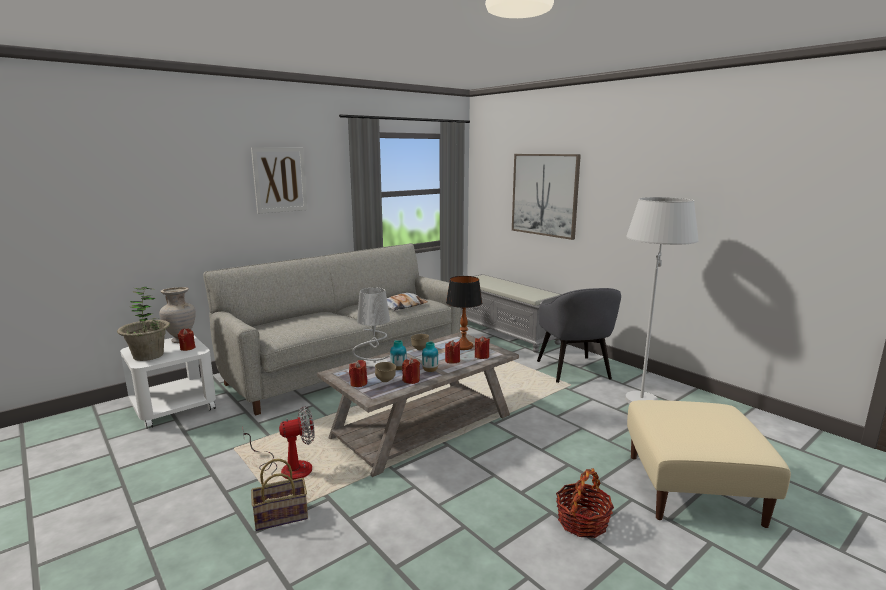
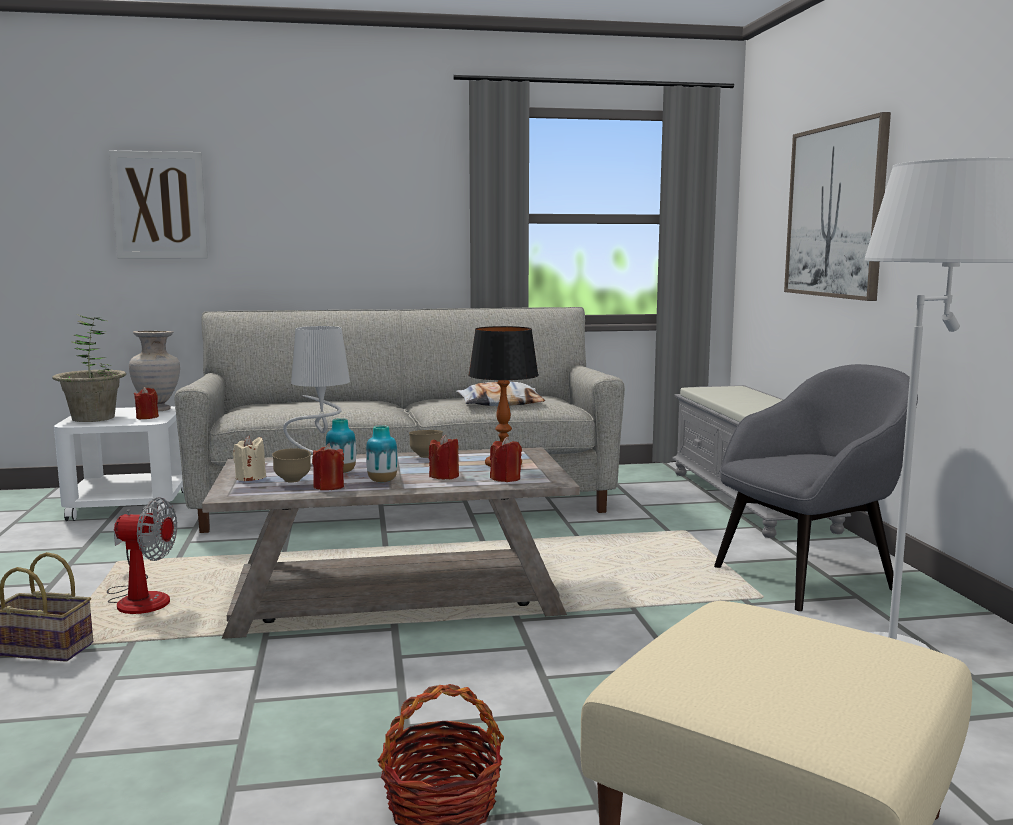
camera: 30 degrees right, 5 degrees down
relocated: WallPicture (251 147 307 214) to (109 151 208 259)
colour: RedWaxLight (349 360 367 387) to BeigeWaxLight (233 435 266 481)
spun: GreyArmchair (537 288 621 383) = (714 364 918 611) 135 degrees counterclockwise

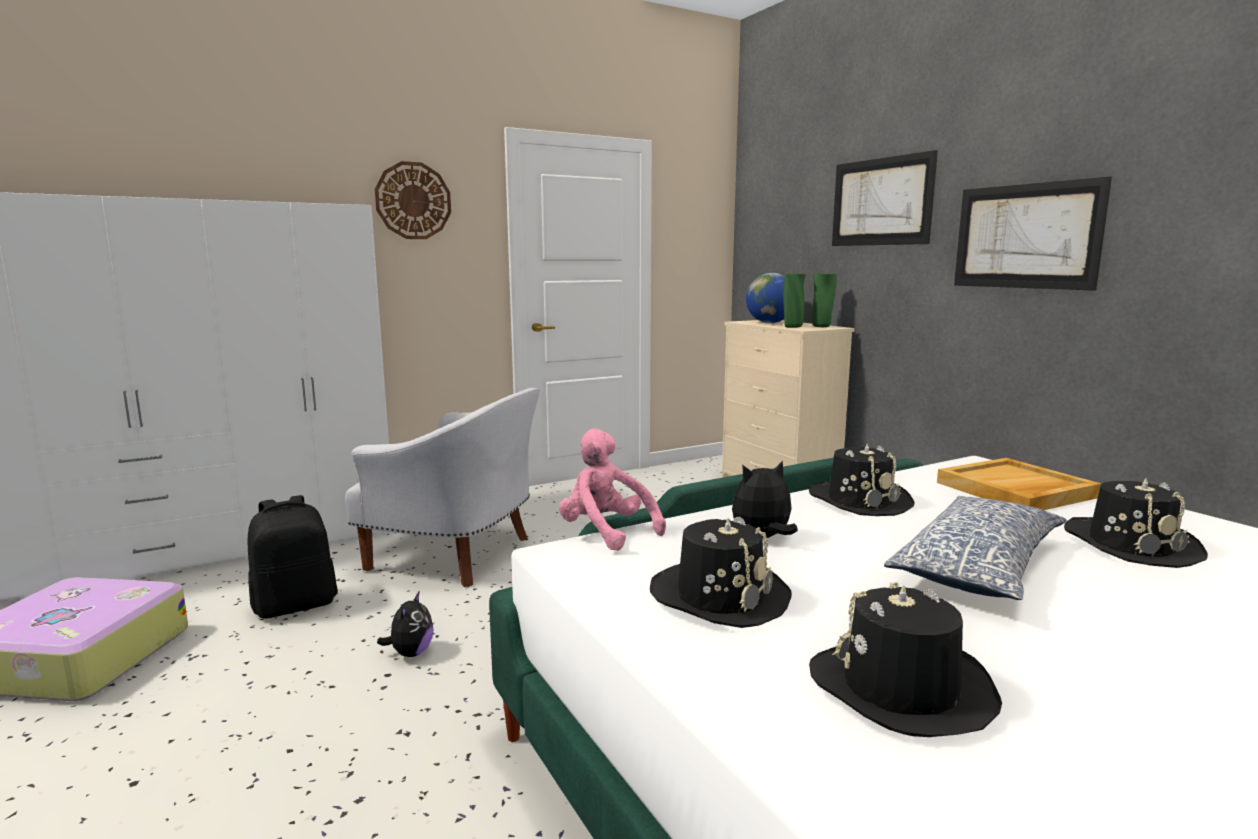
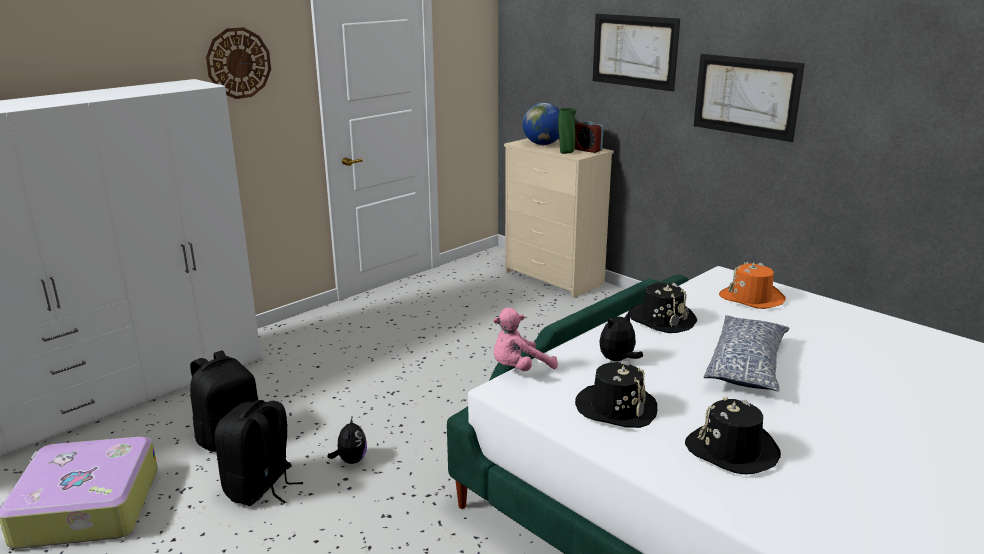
camera: 15 degrees left, 10 degrees up
missing: WhiteArmchair (345 388 540 587); BlackClothingHat (1064 478 1208 568)
appeared: BlackBackpack (214 400 303 506)
exchanged: GreenColouredDecorativeVase (812 274 837 327) to BedsideClock (575 121 604 153); BeigeServingTray (937 458 1102 510) to OrangeClothingHat (719 262 786 309)
spun: PinkColouredSoftToy (559 428 666 551) = (494 308 558 371) 60 degrees counterclockwise

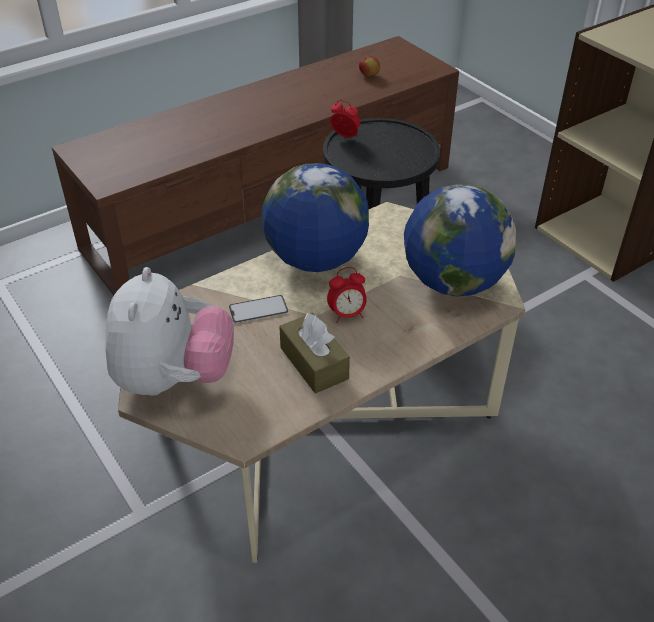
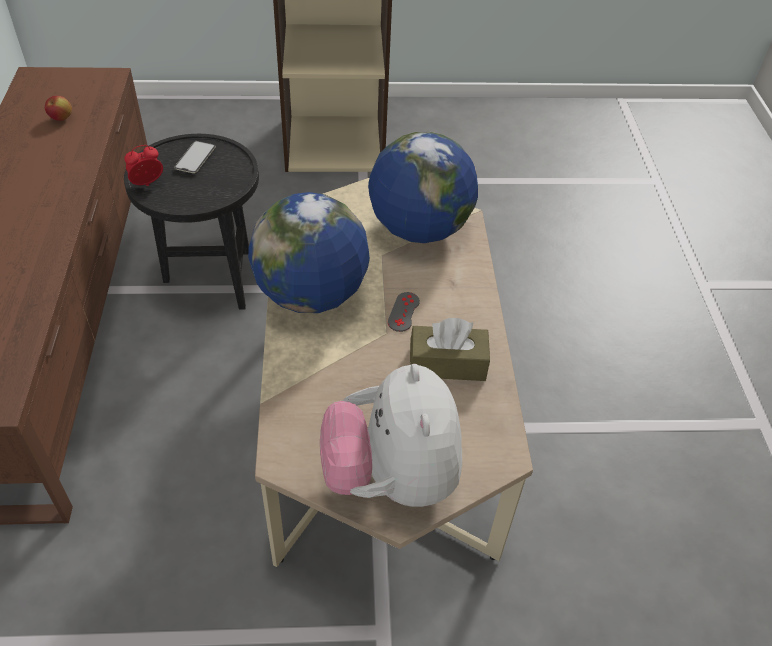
camera: 60 degrees left, 5 degrees up
relocated: Phone (229 295 288 323) to (174 141 216 173)
exchanged: BedsideClock (327 267 367 323) to GreyGamepad (388 292 420 332)
spun: SoftToy (105 267 234 396) = (320 364 462 507) 135 degrees counterclockwise

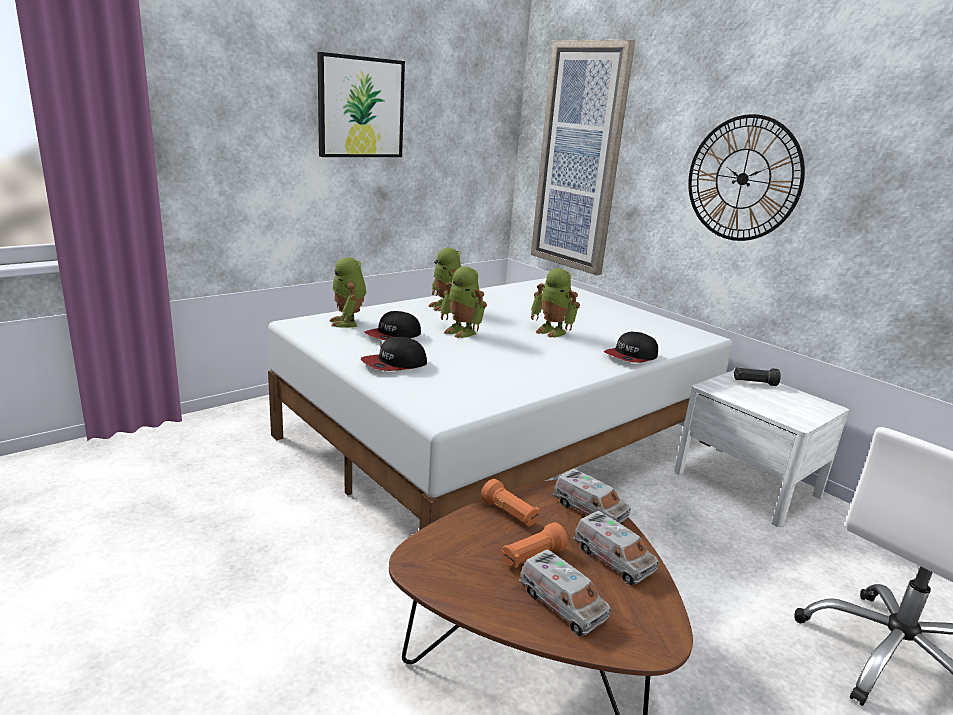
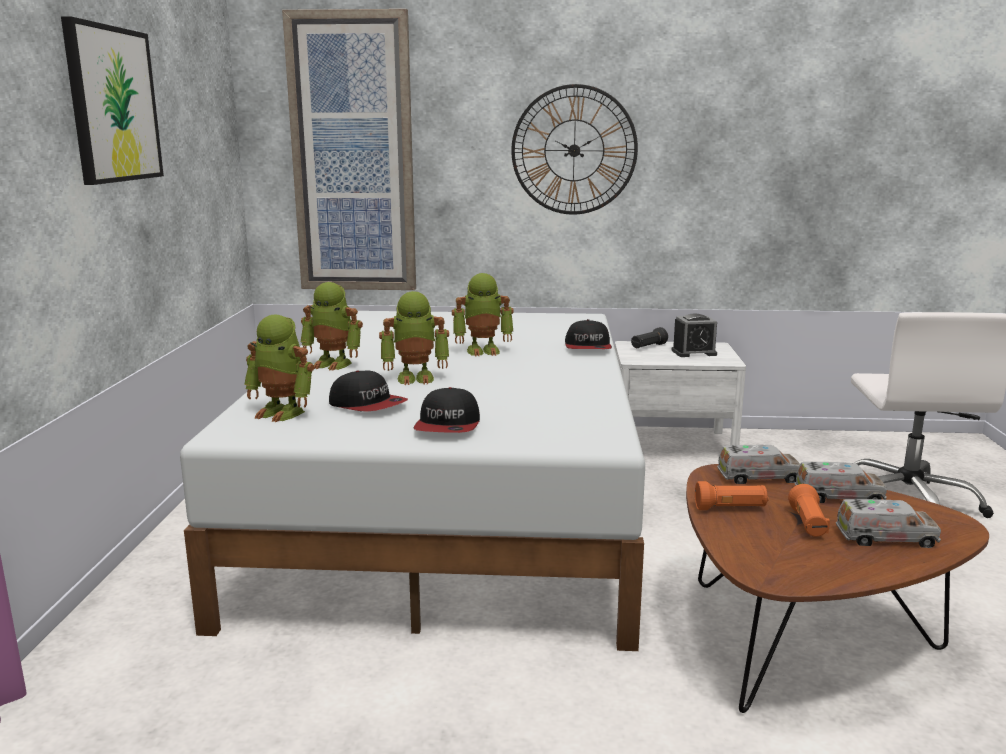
camera: 45 degrees left, 5 degrees down
appeared: BedsideClock (671 314 717 357)
spun: Cap (364 311 421 340) = (329 370 408 411) 45 degrees counterclockwise

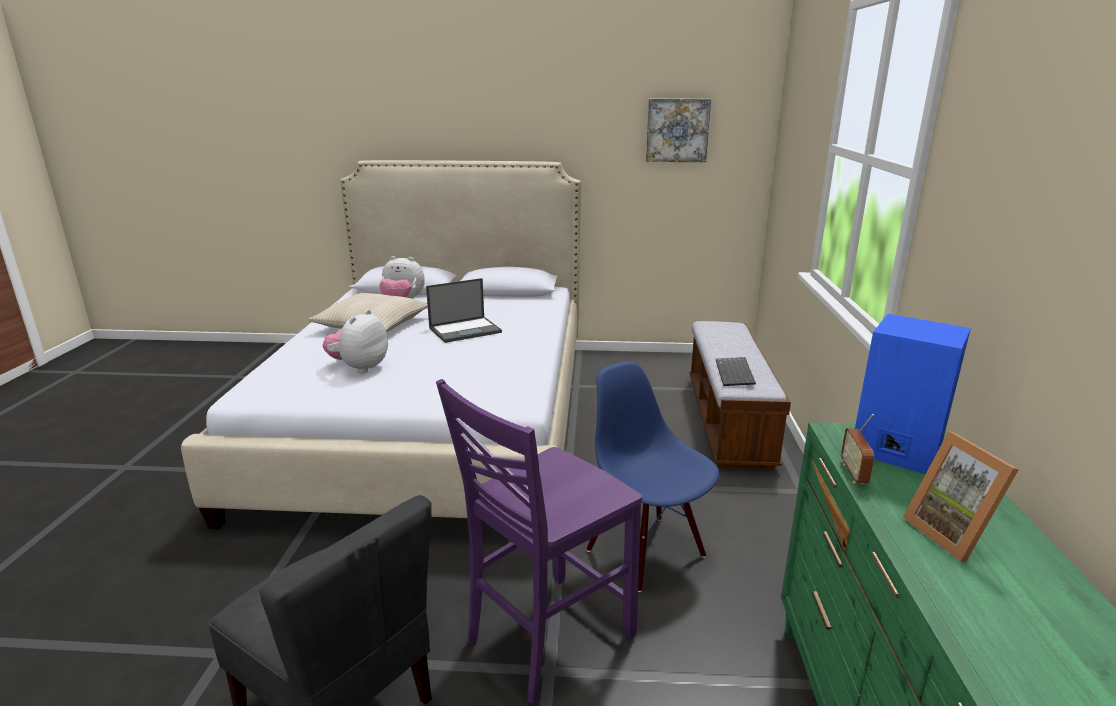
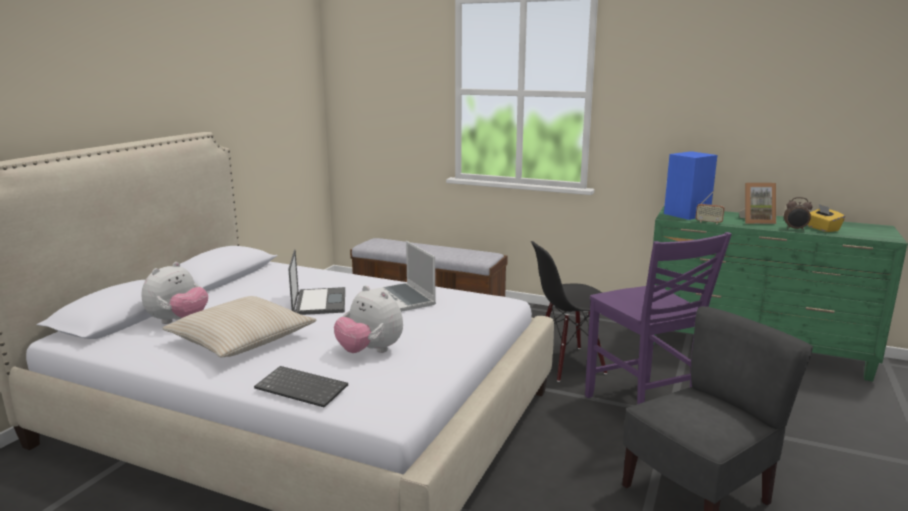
camera: 70 degrees left, 5 degrees down
missing: WallPicture (646 99 711 162)
appeared: BedsideClock (784 197 812 231); YellowTissueHolder (807 204 845 232); NotebookComputer (370 241 436 312)
relocated: Keyboard (716 357 756 386) to (254 366 348 408)
colour: BlueUprightChair (586 361 719 592) to BlackUprightChair (530 241 607 382)

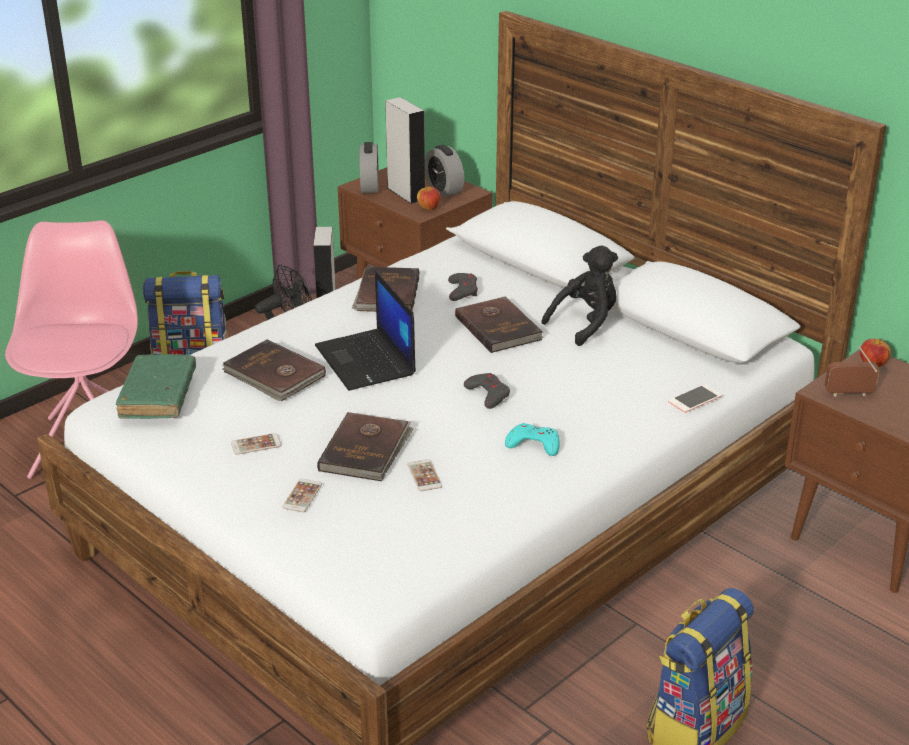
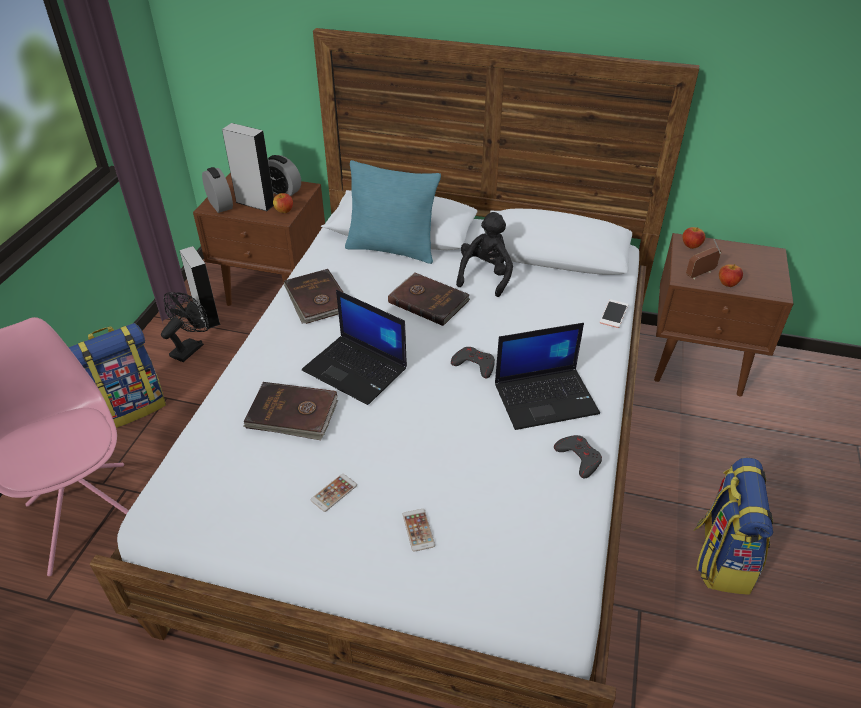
camera: 30 degrees left, 10 degrees up
missing: GreenColouredBook (116 354 196 419); BrownBook (317 412 414 481); Phone (408 459 442 491)
appeared: TurquoiseColouredCushion (345 160 441 264); Apple (719 264 743 287)
relocated: GreyGamepad (448 273 478 301) to (554 435 602 478)
exchanged: TurquoiseColouredGamepad (505 423 560 456) to NotebookComputer (495 323 600 430)

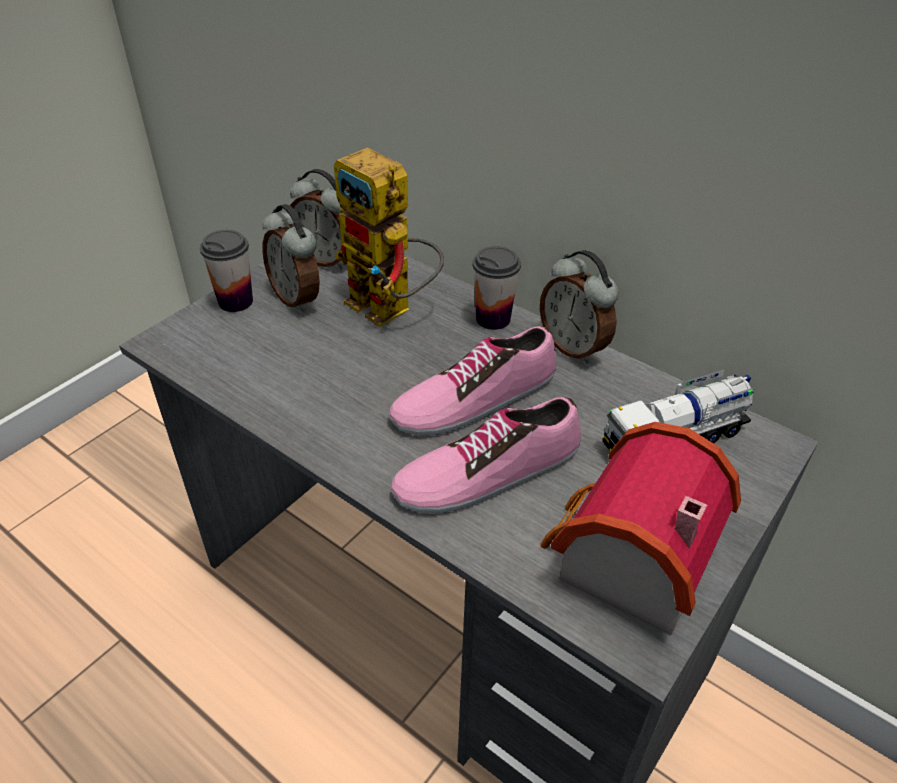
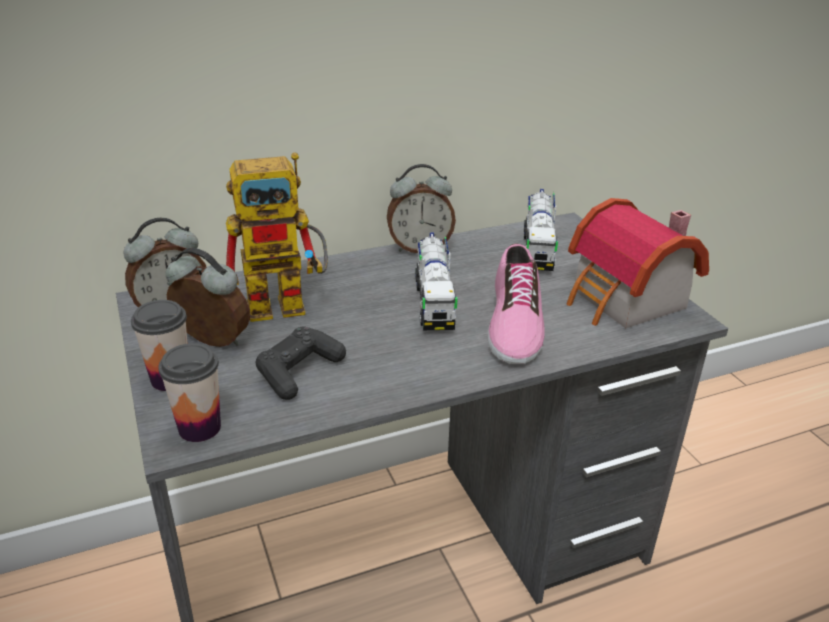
camera: 60 degrees left, 10 degrees down
appeared: BlackGamepad (255 327 346 400)
relocated: DrinkingCup (472 246 521 330) to (158 343 221 442)
exchanged: LowShoe (389 326 557 435) to ToyTruck (415 233 458 330)
spun: BedsideClock (262 204 320 312) = (165 248 250 347) 150 degrees counterclockwise

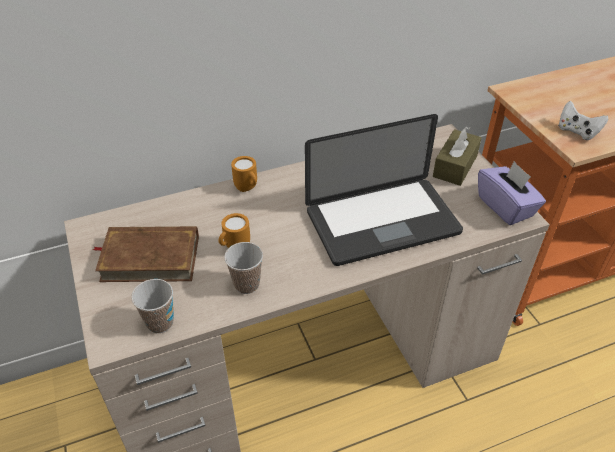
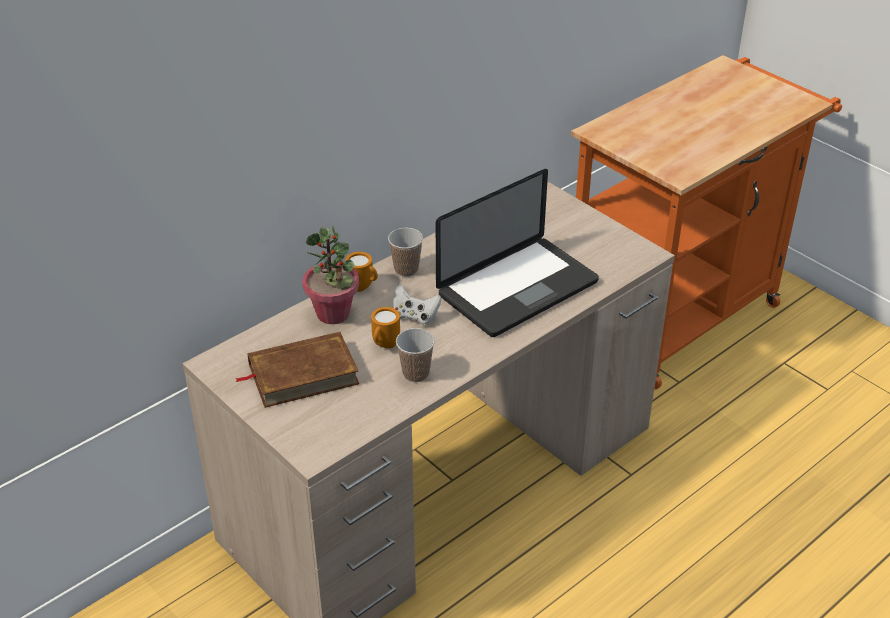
camera: 20 degrees left, 5 degrees down
missing: BrownTissueHolder (433 126 482 186); PurpleColouredTissueHolder (478 161 546 225)
appeared: PottedPlant (302 226 359 324)
relocated: WhiteGamepad (558 101 608 140) to (393 284 442 325); DrinkingCup (131 279 174 333) to (388 228 423 277)

